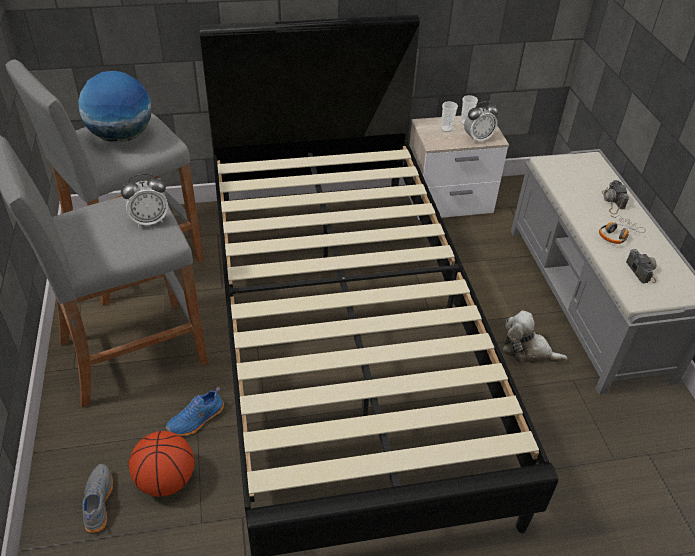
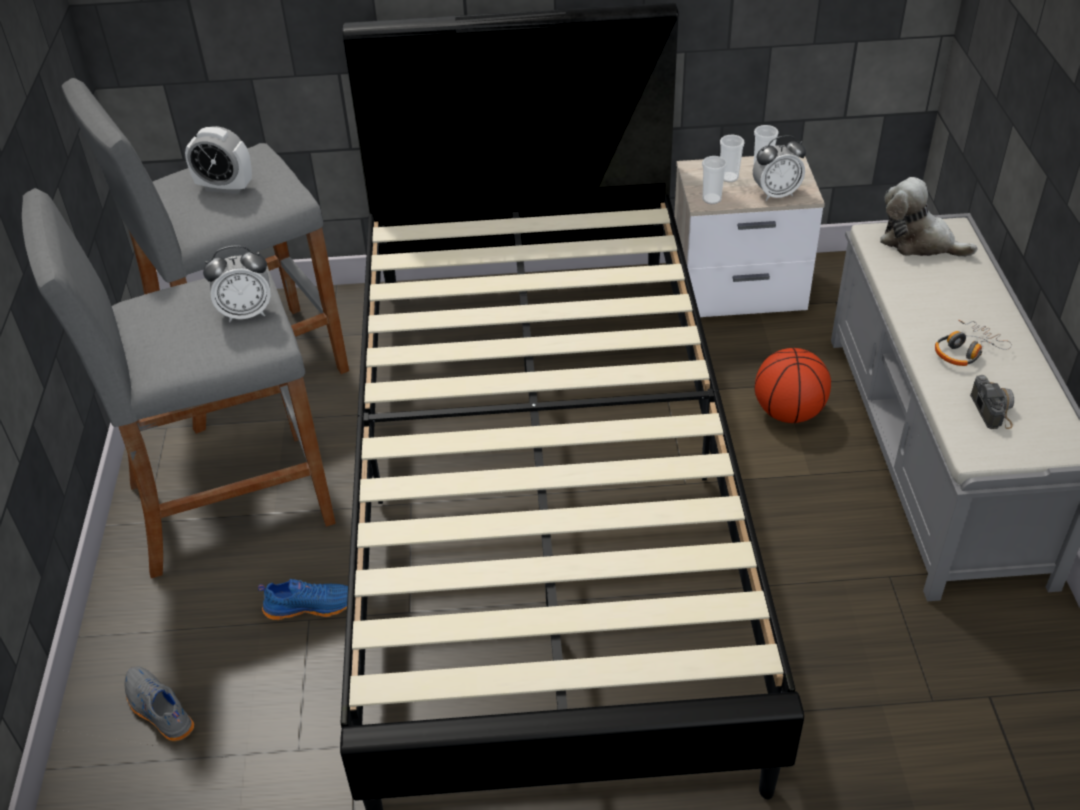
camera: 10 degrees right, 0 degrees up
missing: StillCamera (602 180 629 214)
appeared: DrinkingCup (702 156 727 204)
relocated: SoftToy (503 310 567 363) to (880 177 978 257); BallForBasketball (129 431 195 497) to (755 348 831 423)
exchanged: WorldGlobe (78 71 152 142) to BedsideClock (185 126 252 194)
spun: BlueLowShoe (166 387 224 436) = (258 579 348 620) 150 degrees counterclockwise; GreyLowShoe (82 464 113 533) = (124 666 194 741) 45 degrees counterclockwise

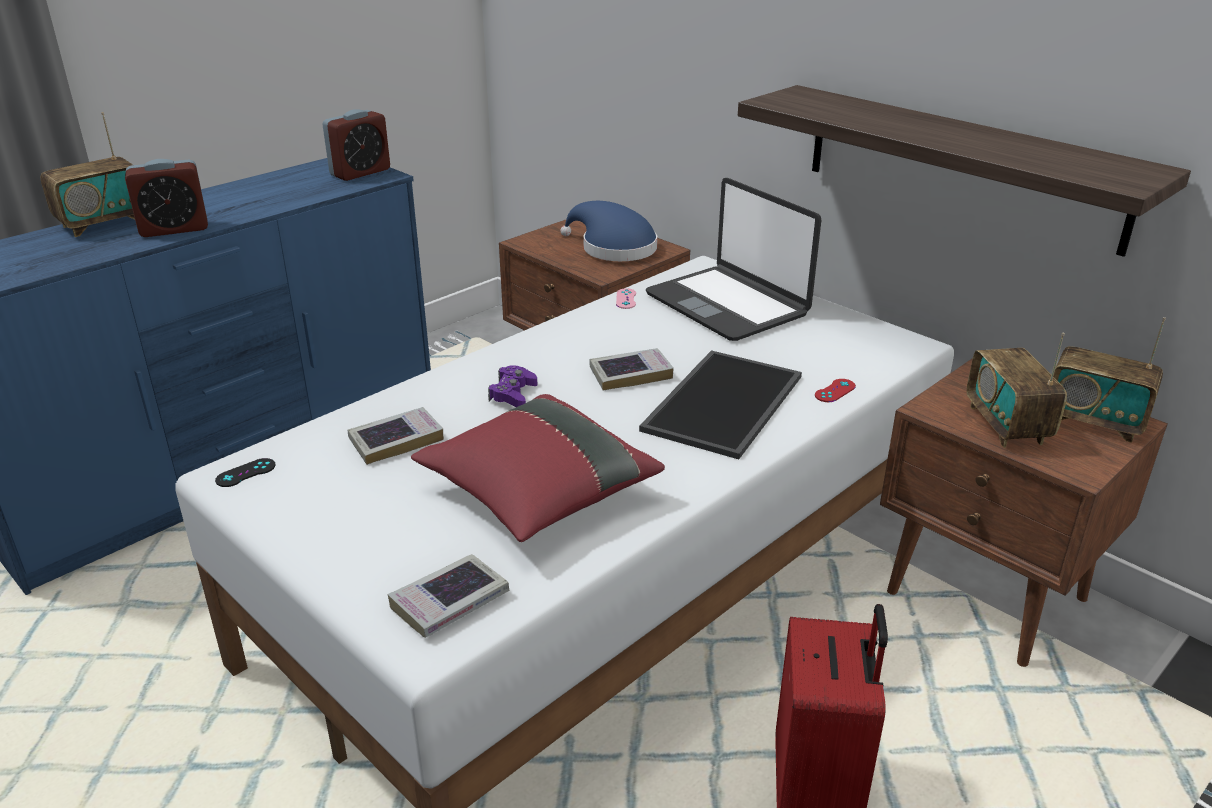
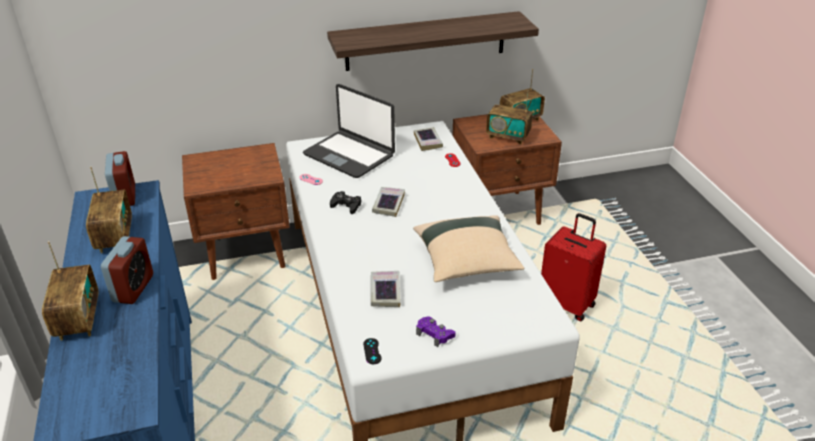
camera: 60 degrees left, 5 degrees up
missing: BlueClothingHat (561 201 657 261); ServingTray (639 350 802 459)
appeared: Radio (86 167 132 253); BlackGamepad (330 191 361 214)
relocated: PurpleColouredGamepad (488 365 537 407) to (416 316 456 347); Book (388 554 509 638) to (414 127 443 151)
colour: RedCushion (411 394 665 542) to BeigeCushion (413 215 524 282)
spun: NotebookComputer (646 178 821 341) = (303 84 395 178) 45 degrees clockwise

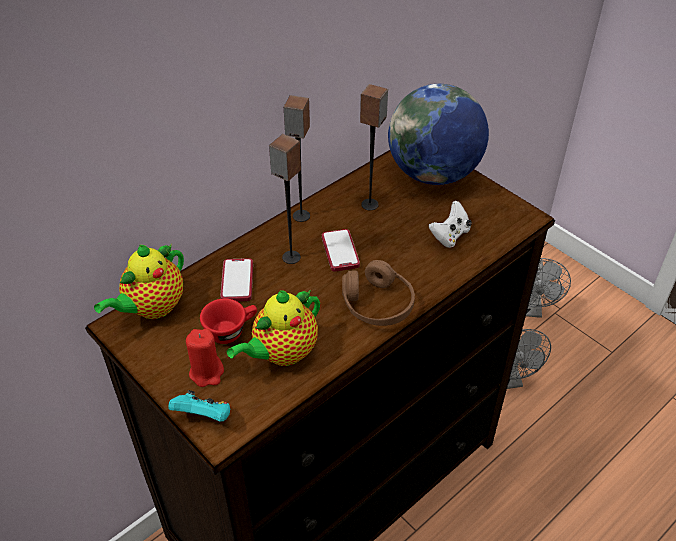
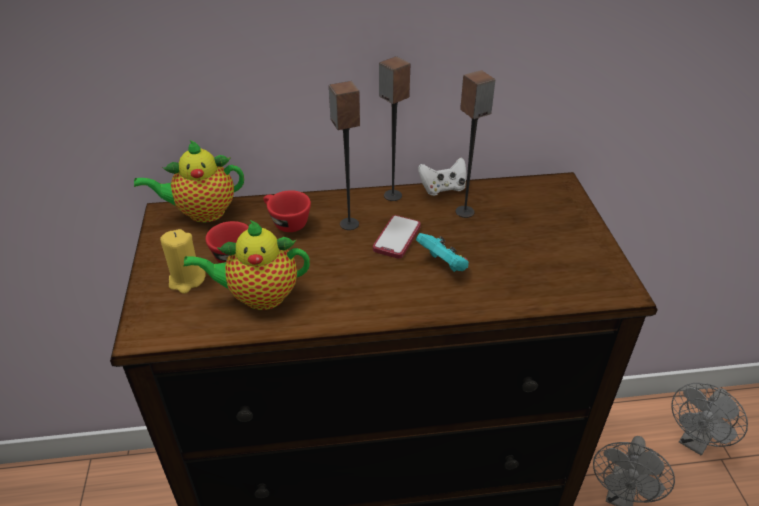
camera: 35 degrees right, 5 degrees down
missing: WorldGlobe (388 84 489 185); BrownHeadphones (342 260 415 326)
relocated: WhiteGamepad (429 201 472 248) to (418 157 467 196); TurquoiseColouredGamepad (168 390 231 422) to (416 233 469 272)
exchanged: Phone (221 258 253 302) to RedDrinkingCup (263 190 311 232)
colour: RedWaxLight (186 328 224 387) to YellowWaxLight (160 229 206 294)

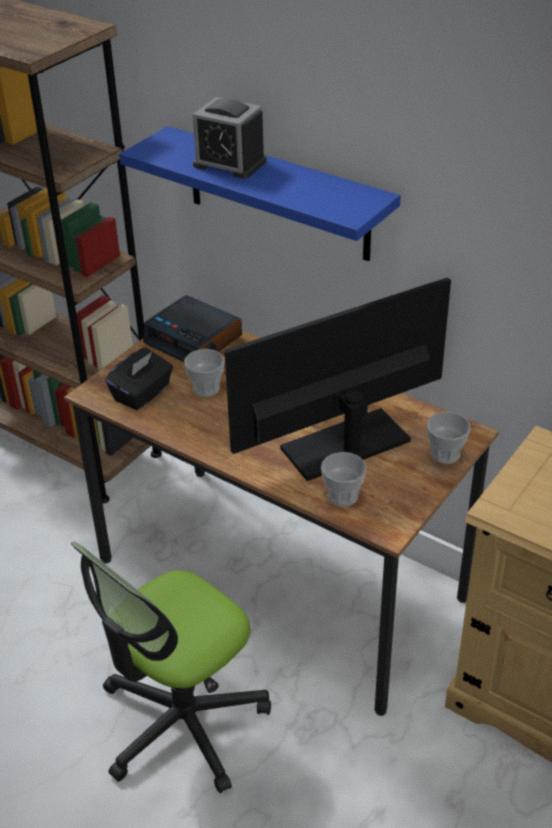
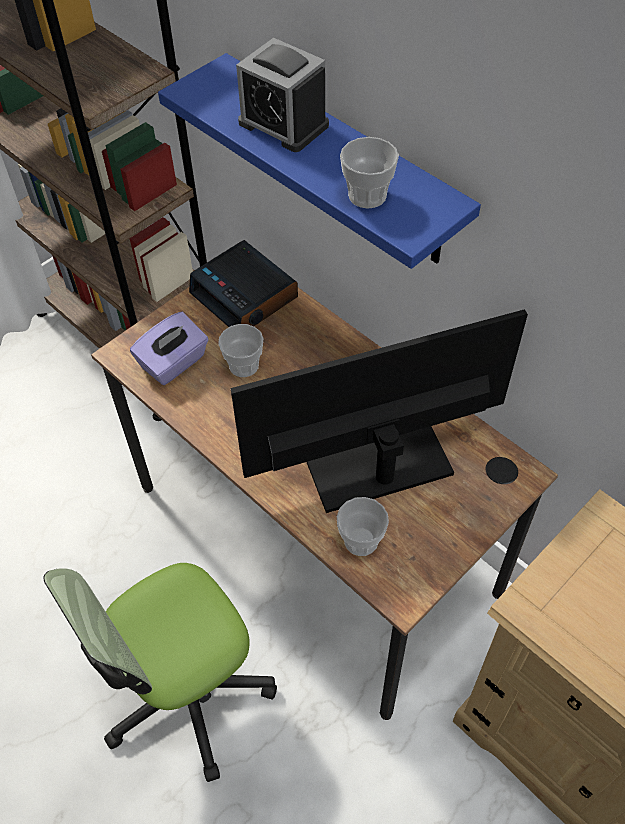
camera: 10 degrees right, 15 degrees up
relocated: DrinkingCup (426 412 471 464) to (340 137 399 209)
colour: BlackTissueHolder (105 348 173 410) to PurpleColouredTissueHolder (130 312 209 385)

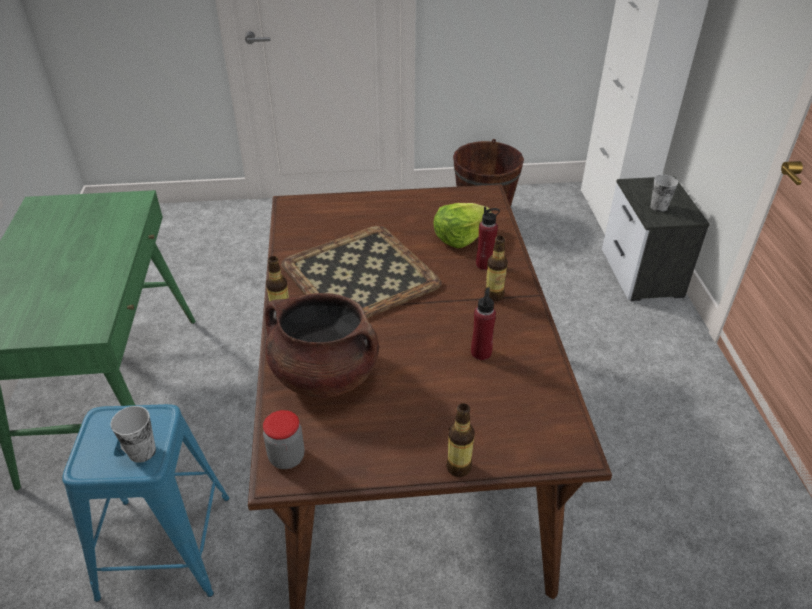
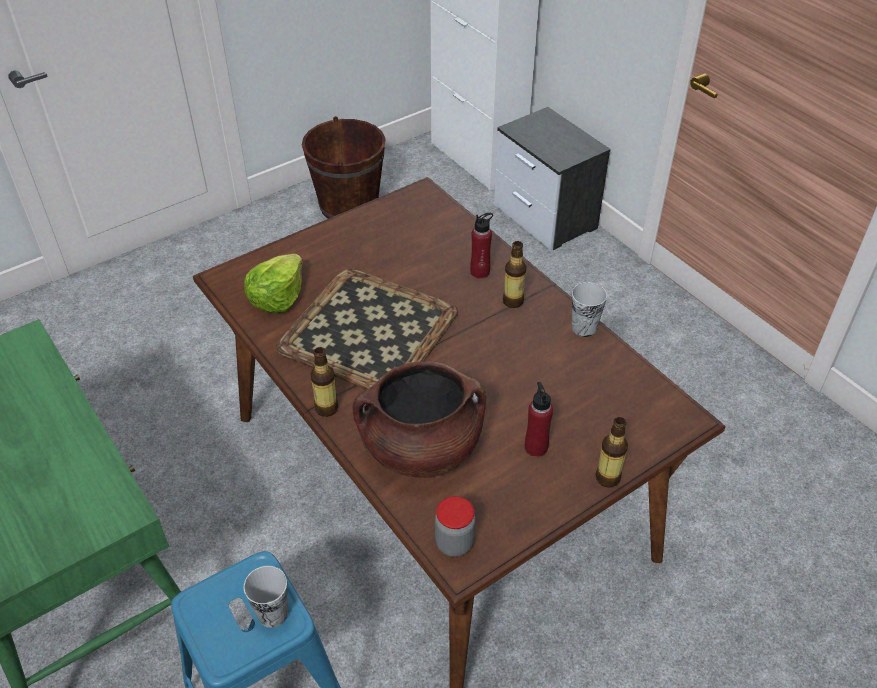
camera: 30 degrees left, 5 degrees up
relocated: DrinkingCup (651 175 678 212) to (572 282 607 337); HeadOfLettuce (433 203 491 248) to (244 254 302 313); RedBottle (471 287 496 360) to (525 382 553 457)

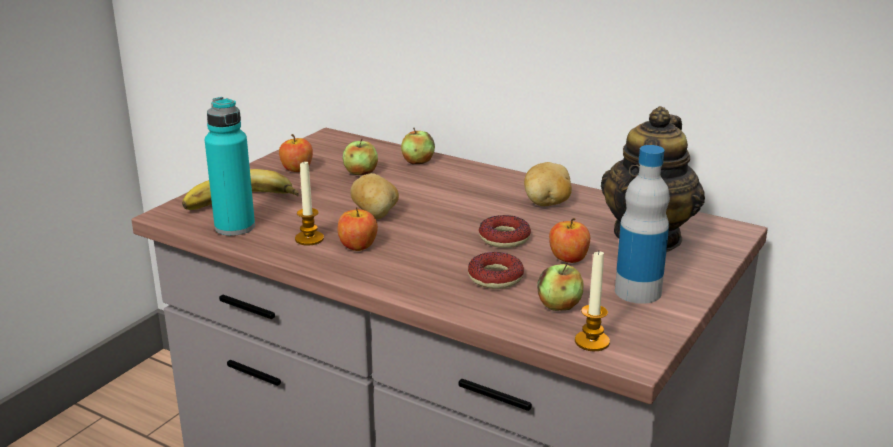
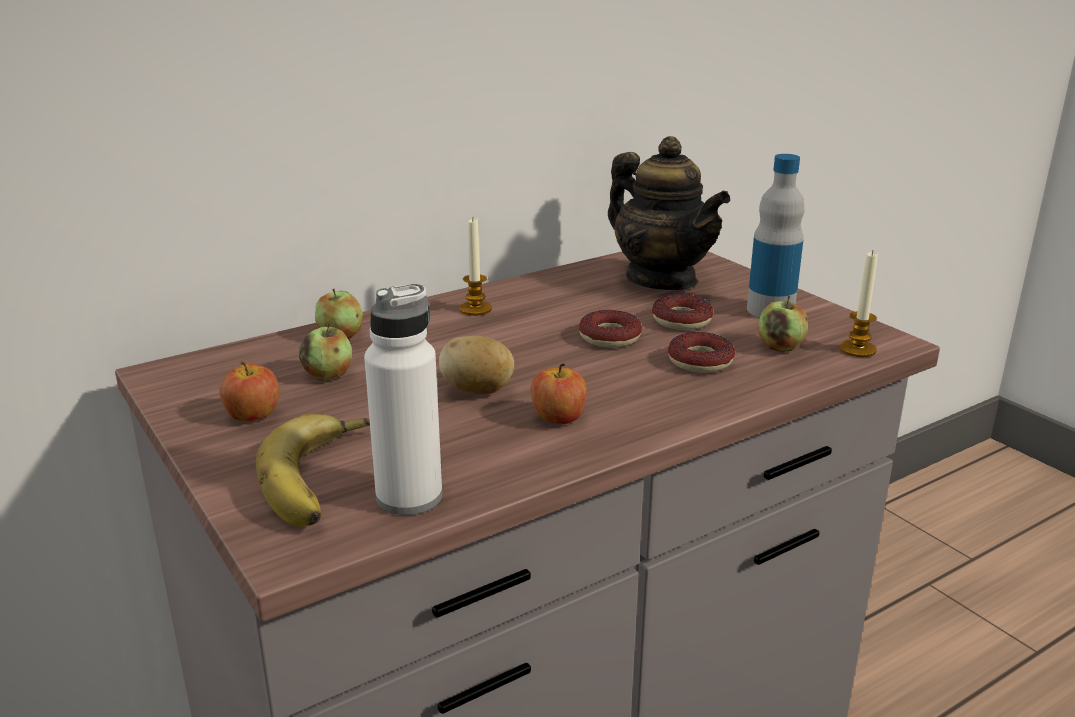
camera: 65 degrees left, 0 degrees up
missing: Potato (524 162 572 206)
relocated: WaxLight (295 162 324 246) to (460 219 492 316)
exchanged: Apple (549 218 590 263) to Doughnut (652 294 713 330)
colour: TurquoiseColouredBottle (205 97 255 236) to WhiteBottle (364 284 442 515)

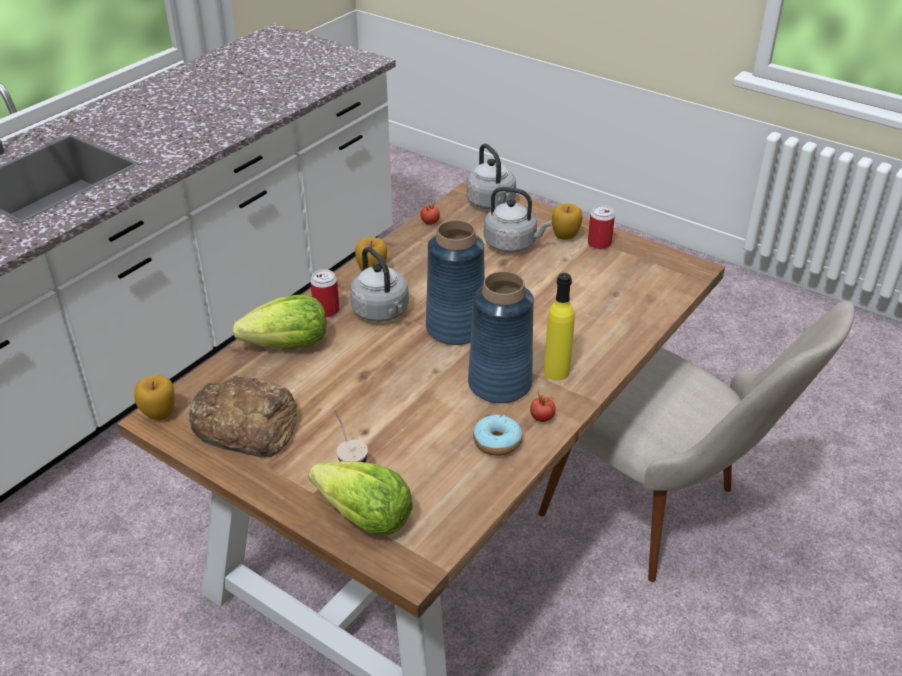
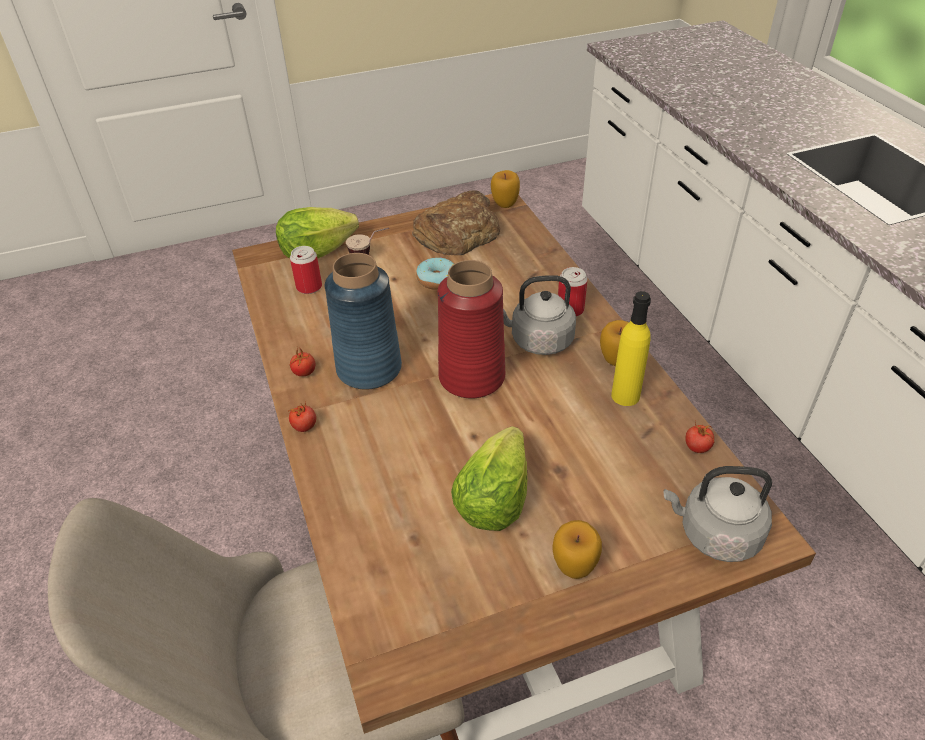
camera: 125 degrees right, 5 degrees up
missing: GreyKettle (484 187 551 253)
appeared: FreshTomato (289 402 316 432)
relocated: Can (588 205 615 249) to (290 246 322 294); YellowBottle (544 273 575 380) to (611 291 651 406); HeadOfLettuce (232 294 326 348) to (451 426 527 531); Doughnut (473 415 522 456) to (416 257 454 290)
colour: BlueDecorativeVase (426 220 485 345) to RedDecorativeVase (438 260 505 399)

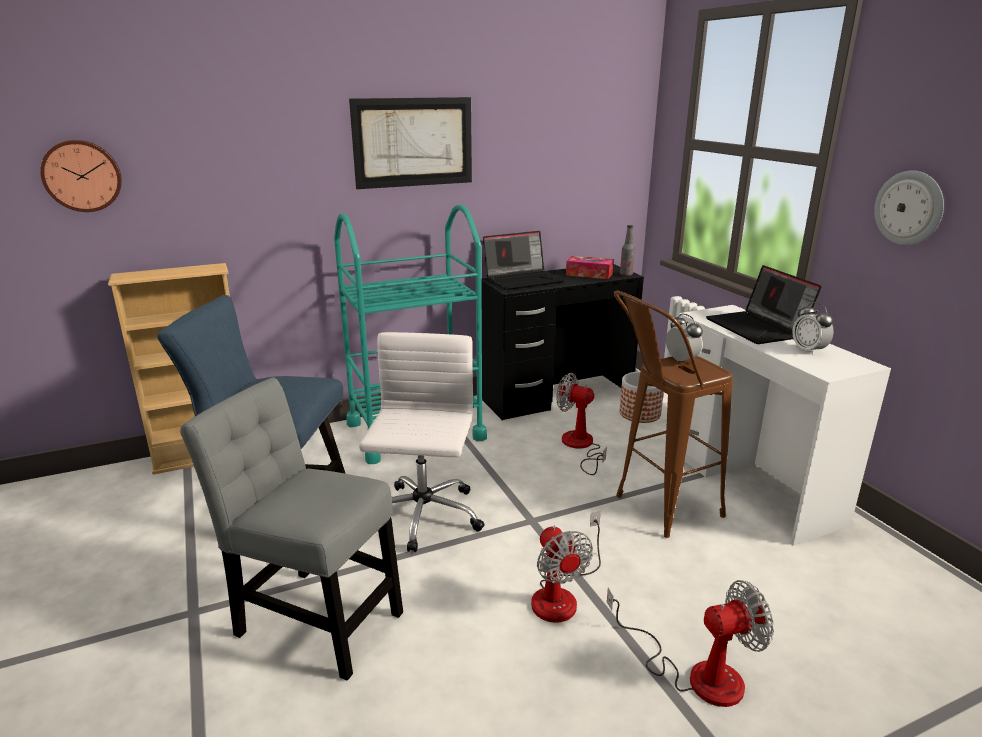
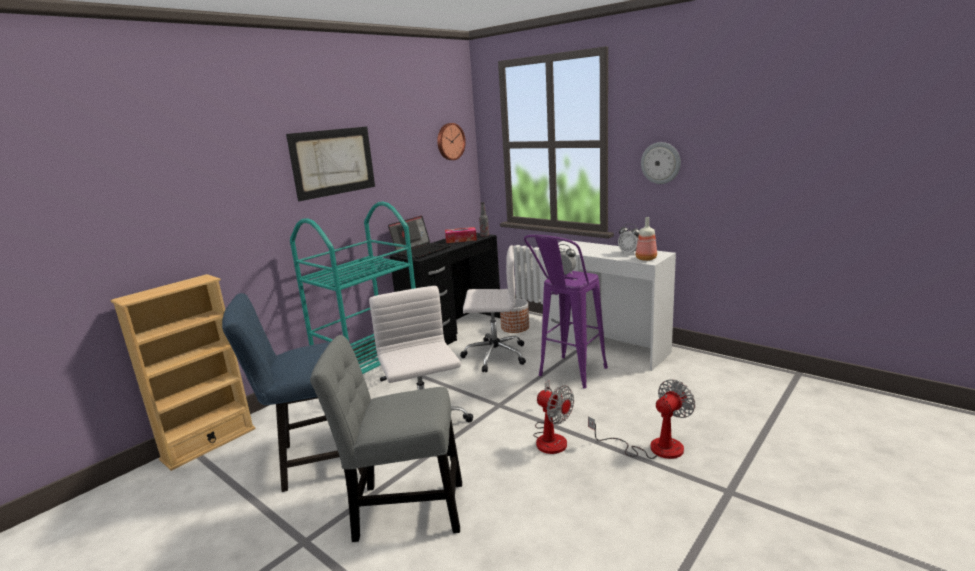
camera: 25 degrees left, 5 degrees down
missing: NotebookComputer (706 265 822 344)
appeared: Bottle (636 217 657 261)
relocated: ClockOnTheWall (40 140 122 212) to (437 123 466 160)
exchanged: Fan (556 373 607 475) to WhiteDeskChair (460 245 526 373)
colour: BrownStoolSeat (614 291 733 538) to PurpleColouredStoolSeat (524 235 608 388)

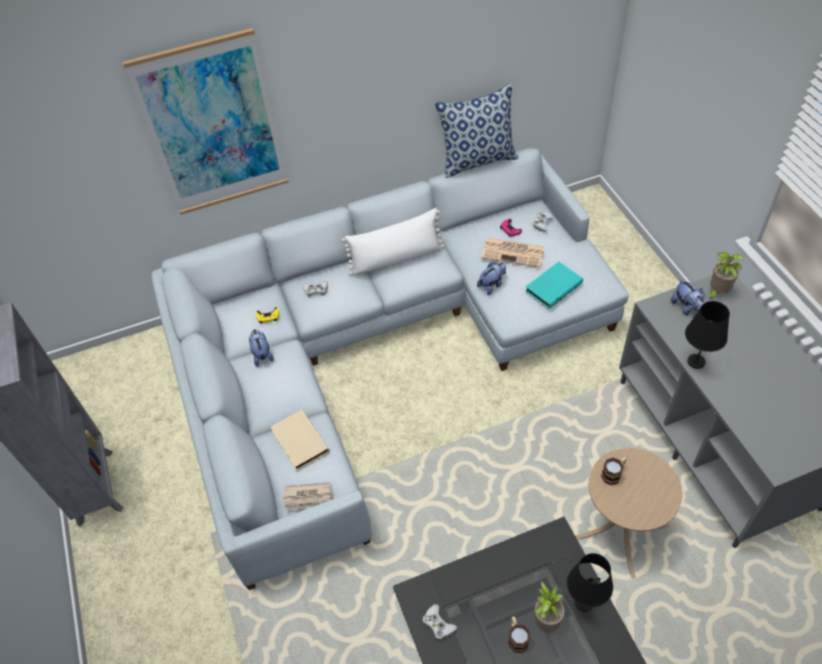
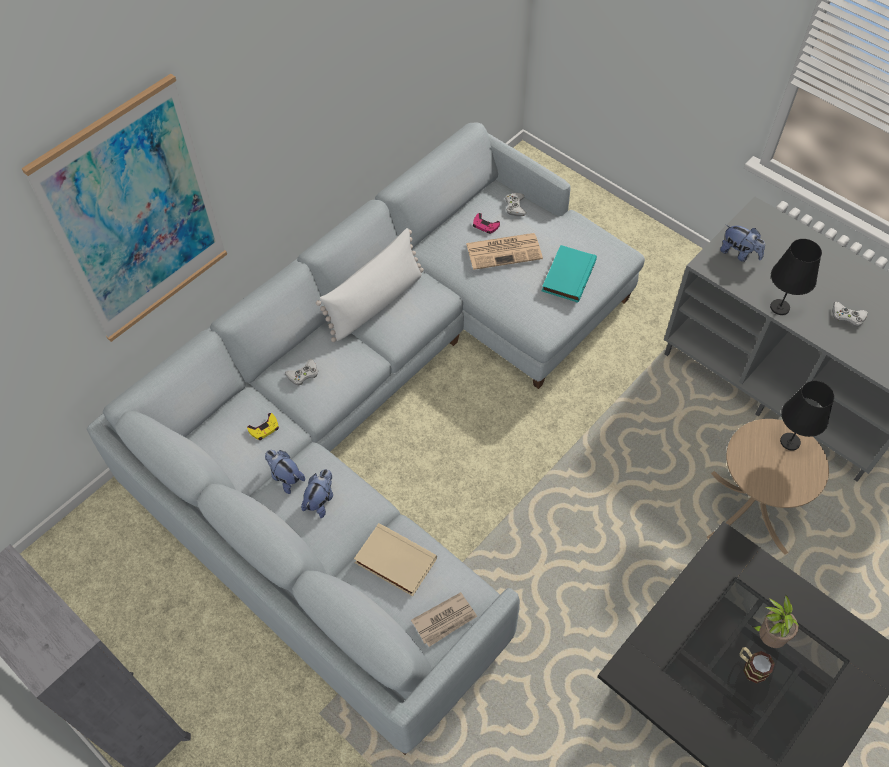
camera: 30 degrees left, 5 degrees up
missing: Cushion (435 83 519 178); PottedPlant (709 252 744 299); TeaMug (601 457 627 485)
relocated: SoftToy (477 262 506 295) to (301 469 333 518); BlackTableLamp (567 553 613 612) to (780 381 834 450); WhiteGamepad (422 604 457 639) to (832 302 868 327)

